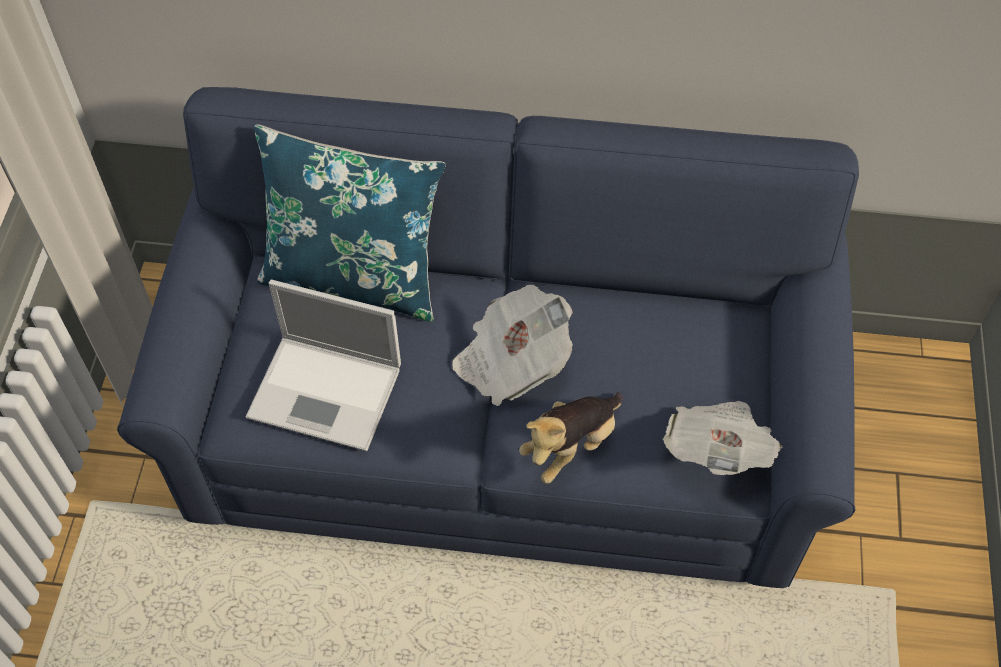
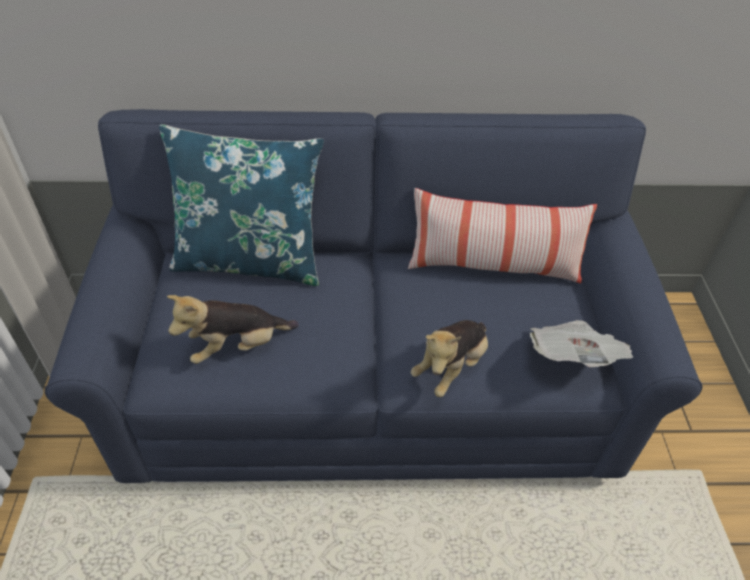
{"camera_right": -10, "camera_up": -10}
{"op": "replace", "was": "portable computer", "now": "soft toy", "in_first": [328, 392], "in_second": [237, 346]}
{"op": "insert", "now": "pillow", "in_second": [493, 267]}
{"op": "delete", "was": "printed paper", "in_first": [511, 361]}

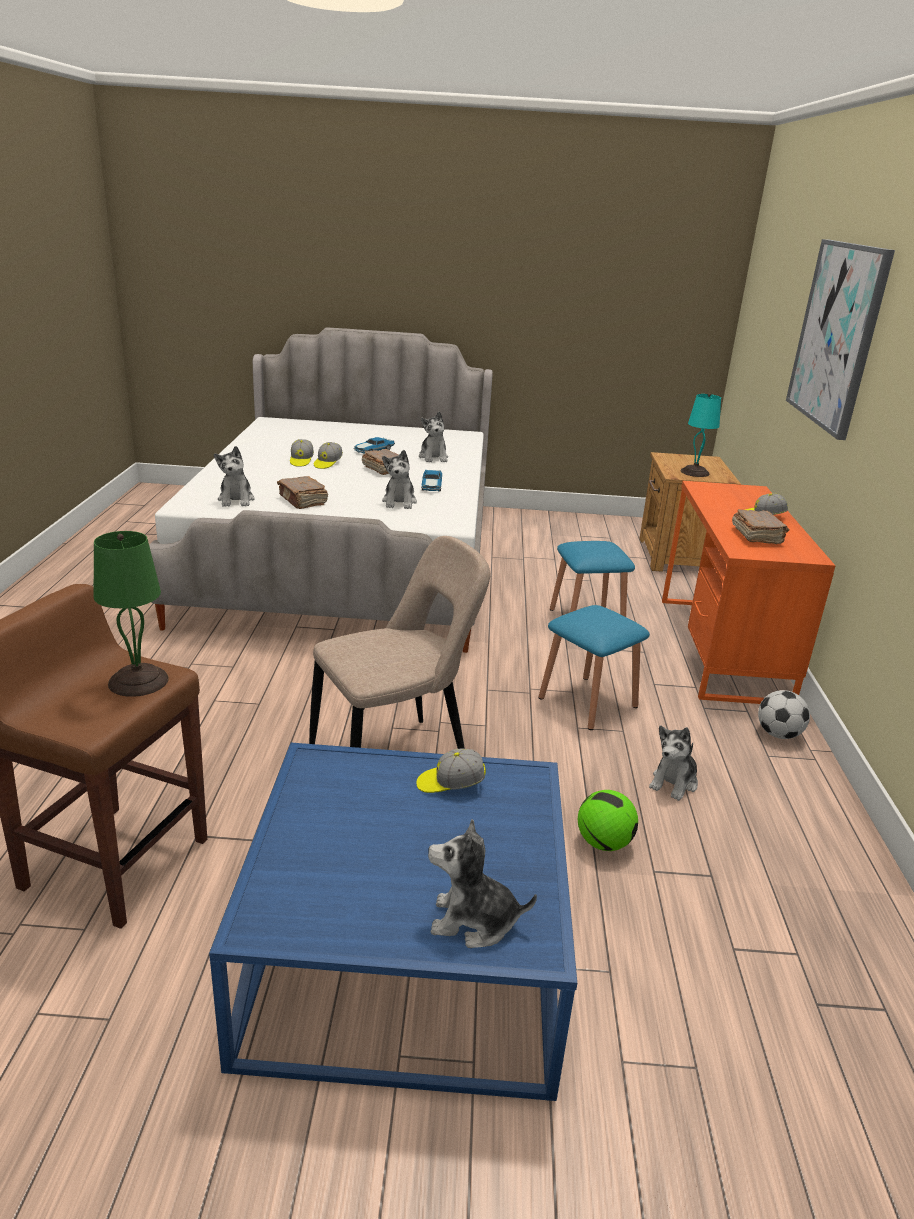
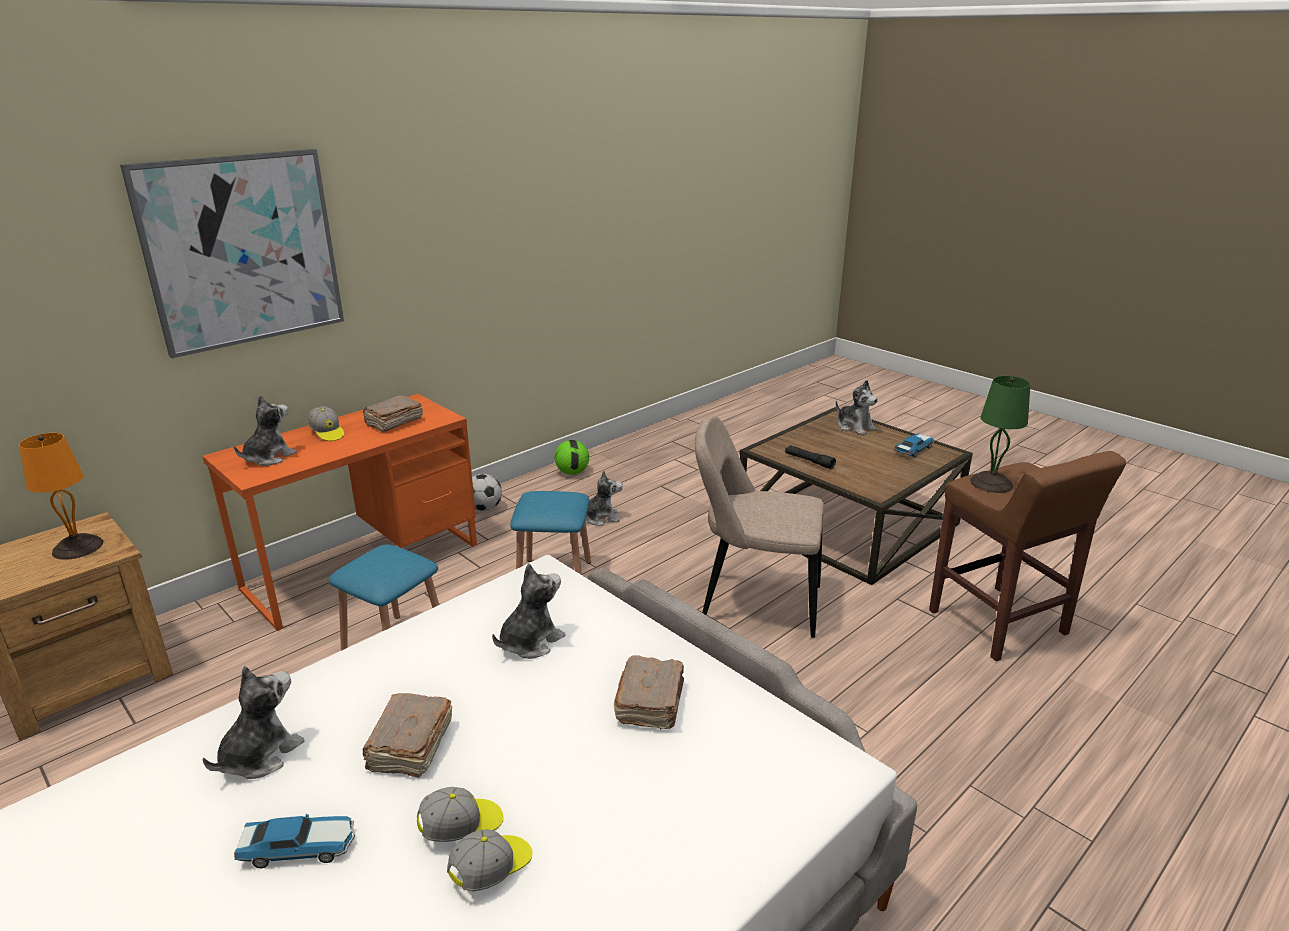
{"camera_right": -135, "camera_up": 0}
{"op": "recolor", "was": "turquoise table lamp", "now": "orange table lamp", "in_first": [695, 472], "in_second": [78, 547]}
{"op": "move", "was": "soft toy", "in_first": [236, 500], "in_second": [268, 457]}
{"op": "move", "was": "ball for football", "in_first": [603, 843], "in_second": [572, 472]}
{"op": "recolor", "was": "bluish lounge table", "now": "brownish lounge table", "in_first": [407, 953], "in_second": [846, 522]}
{"op": "replace", "was": "cap", "now": "blackish hand torch", "in_first": [450, 784], "in_second": [809, 461]}
{"op": "move", "was": "miniature car", "in_first": [431, 486], "in_second": [914, 449]}

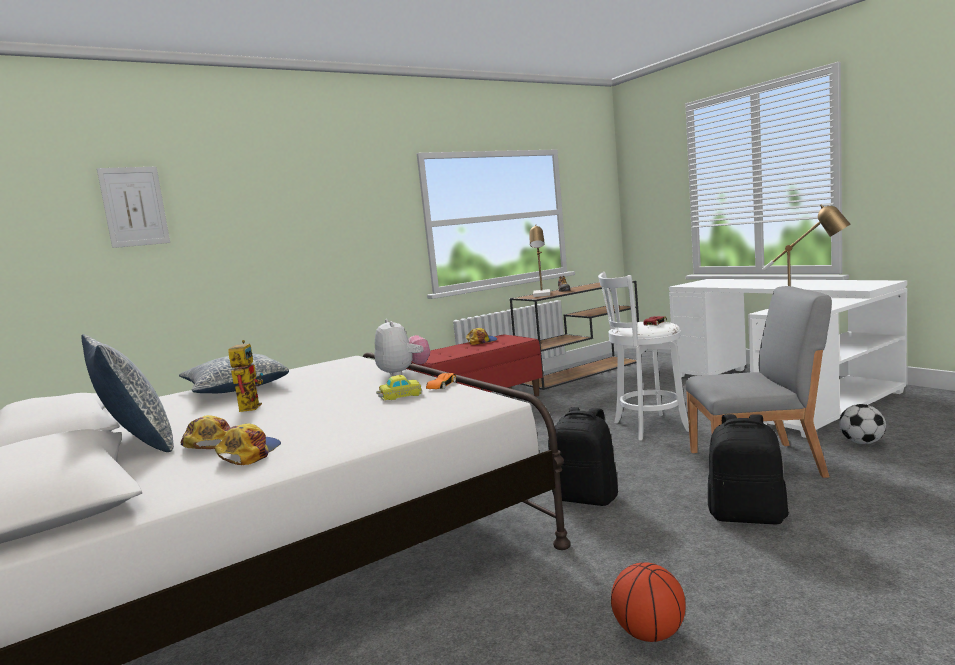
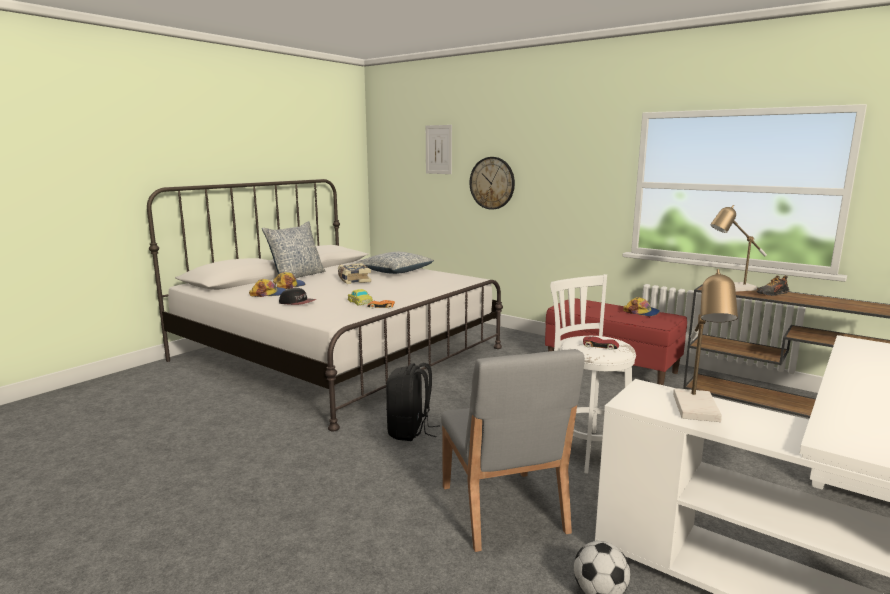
{"camera_right": 70, "camera_up": 5}
{"op": "insert", "now": "cap", "in_second": [297, 303]}
{"op": "replace", "was": "robot figure", "now": "volume", "in_first": [249, 406], "in_second": [353, 280]}
{"op": "insert", "now": "wall clock", "in_second": [492, 183]}
{"op": "delete", "was": "soft toy", "in_first": [403, 373]}
{"op": "delete", "was": "ball for basketball", "in_first": [650, 634]}
{"op": "delete", "was": "blackish knapsack", "in_first": [747, 516]}

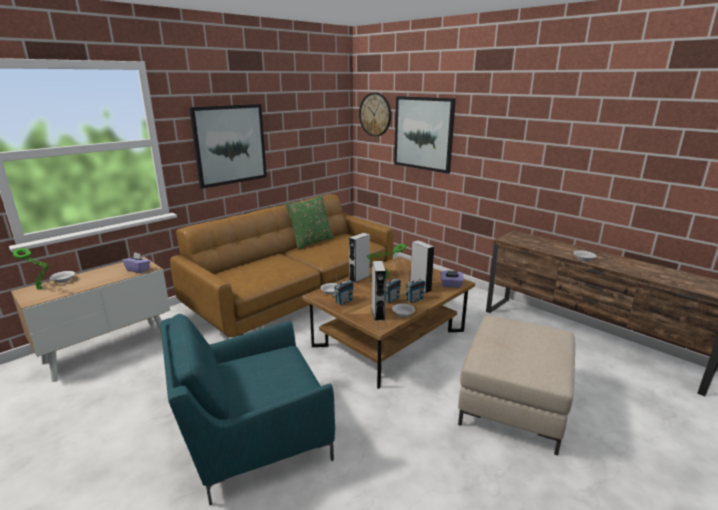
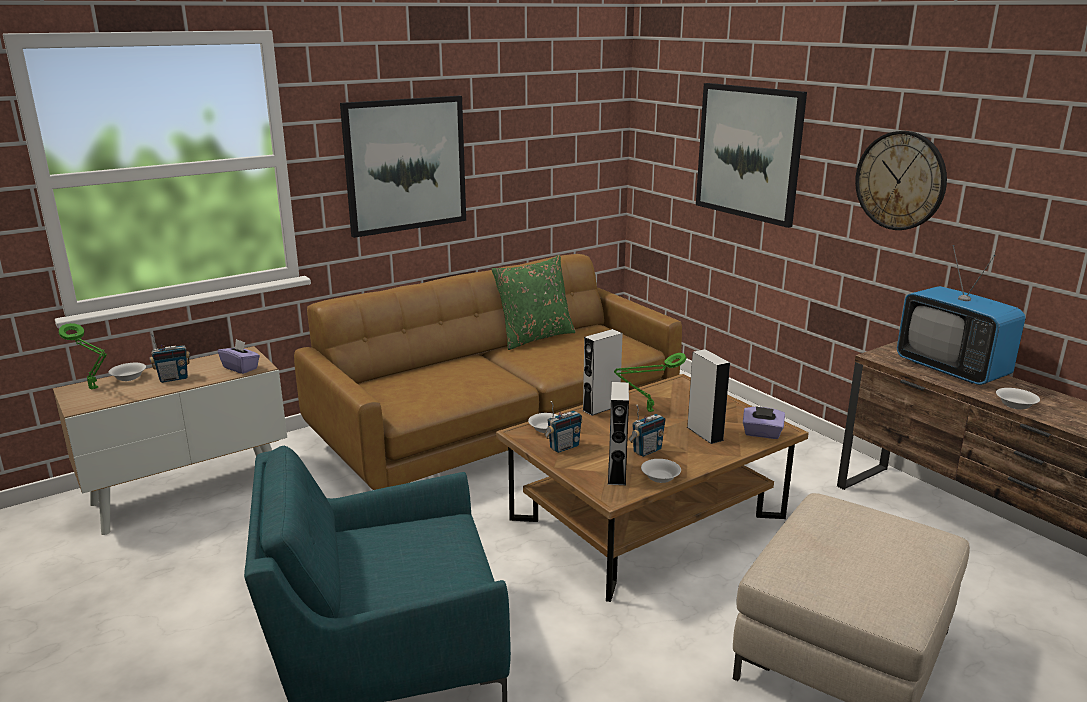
{"camera_right": 10, "camera_up": 0}
{"op": "move", "was": "radio receiver", "in_first": [414, 299], "in_second": [173, 378]}
{"op": "move", "was": "wall clock", "in_first": [375, 114], "in_second": [900, 180]}
{"op": "insert", "now": "TV", "in_second": [951, 370]}

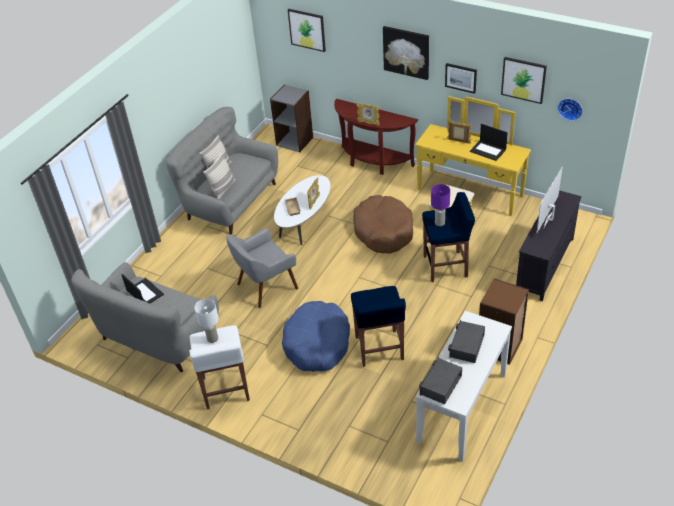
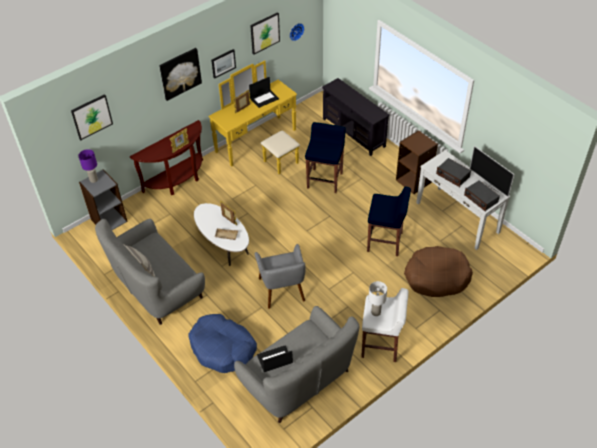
{"camera_right": -70, "camera_up": 5}
{"op": "move", "was": "purple-coloured table lamp", "in_first": [439, 222], "in_second": [93, 180]}
{"op": "move", "was": "bluish dog bed", "in_first": [317, 344], "in_second": [223, 348]}
{"op": "move", "was": "brownish dog bed", "in_first": [383, 231], "in_second": [436, 277]}
{"op": "move", "was": "TV", "in_first": [549, 219], "in_second": [489, 184]}
{"op": "delete", "was": "pillow", "in_first": [223, 189]}

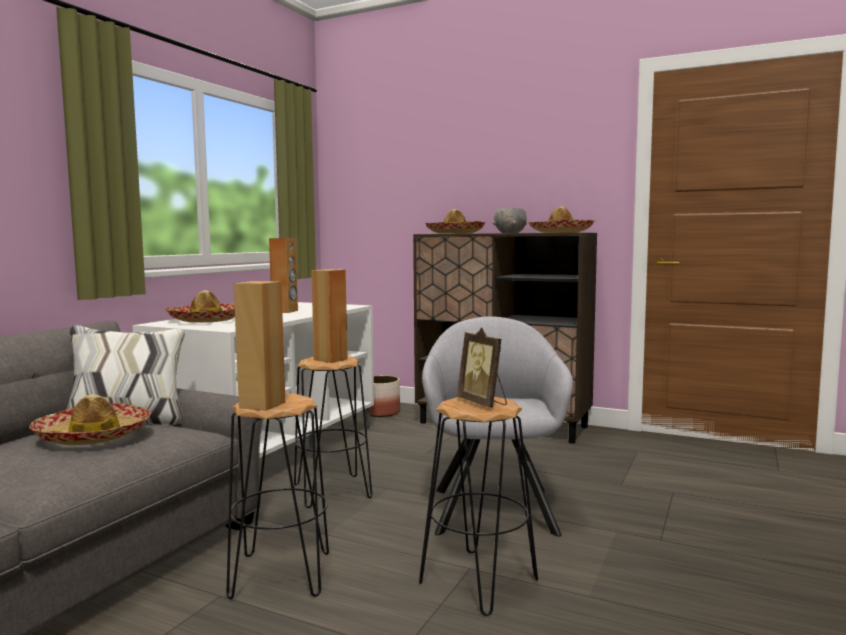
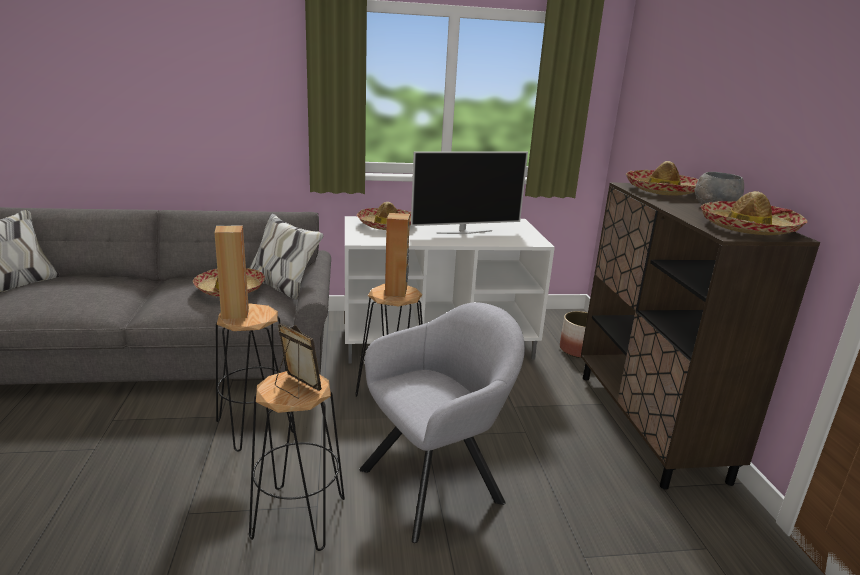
{"camera_right": 55, "camera_up": 15}
{"op": "rotate", "was": "standing frame", "in_first": [483, 403], "in_second": [296, 387], "clockwise": 105}
{"op": "replace", "was": "brownish audio speaker", "now": "TV", "in_first": [285, 311], "in_second": [464, 232]}

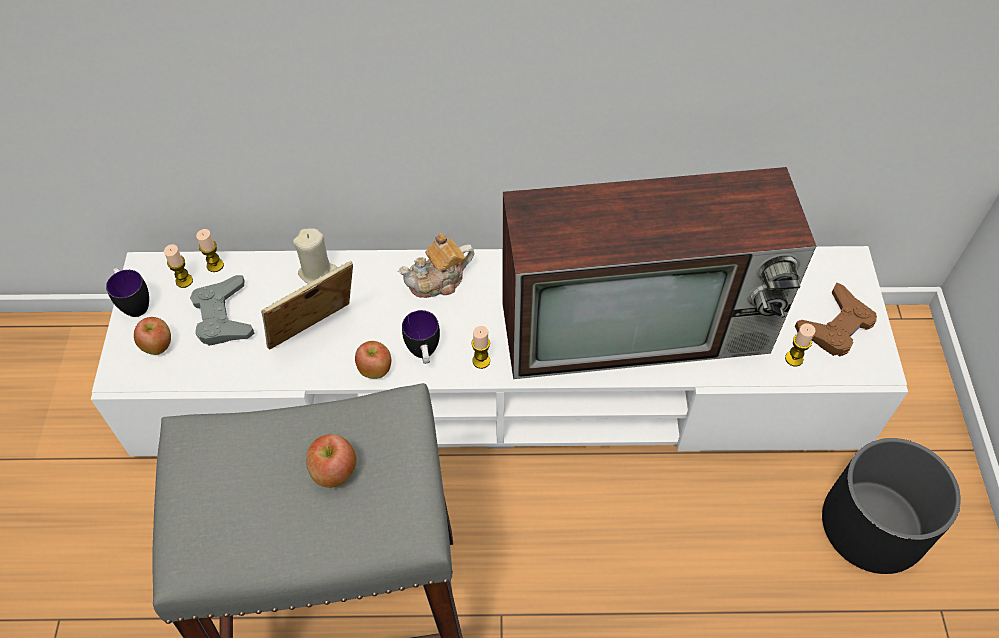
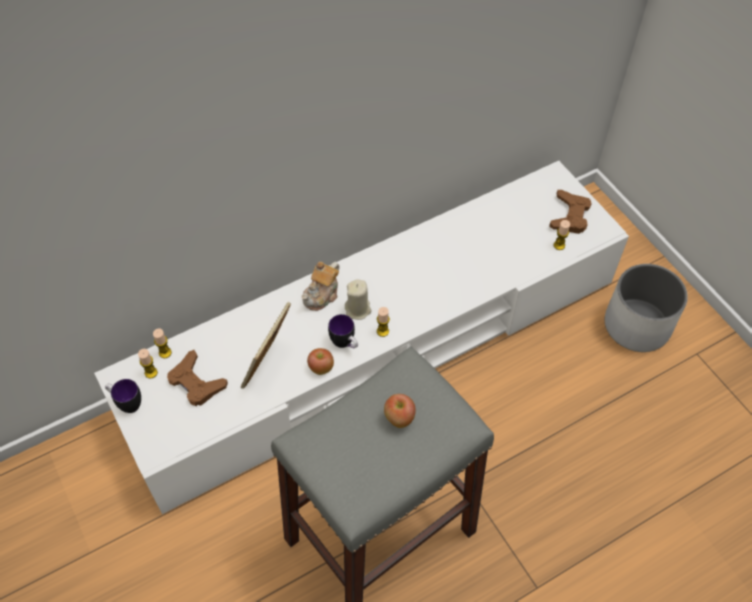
{"camera_right": -30, "camera_up": 0}
{"op": "recolor", "was": "greyish game controller", "now": "brownish game controller", "in_first": [223, 316], "in_second": [196, 382]}
{"op": "move", "was": "sand-coloured wax candle", "in_first": [318, 272], "in_second": [358, 309]}
{"op": "recolor", "was": "blackish planter", "now": "whitish planter", "in_first": [873, 527], "in_second": [637, 326]}
{"op": "delete", "was": "apple", "in_first": [158, 345]}
{"op": "delete", "was": "TV", "in_first": [639, 325]}

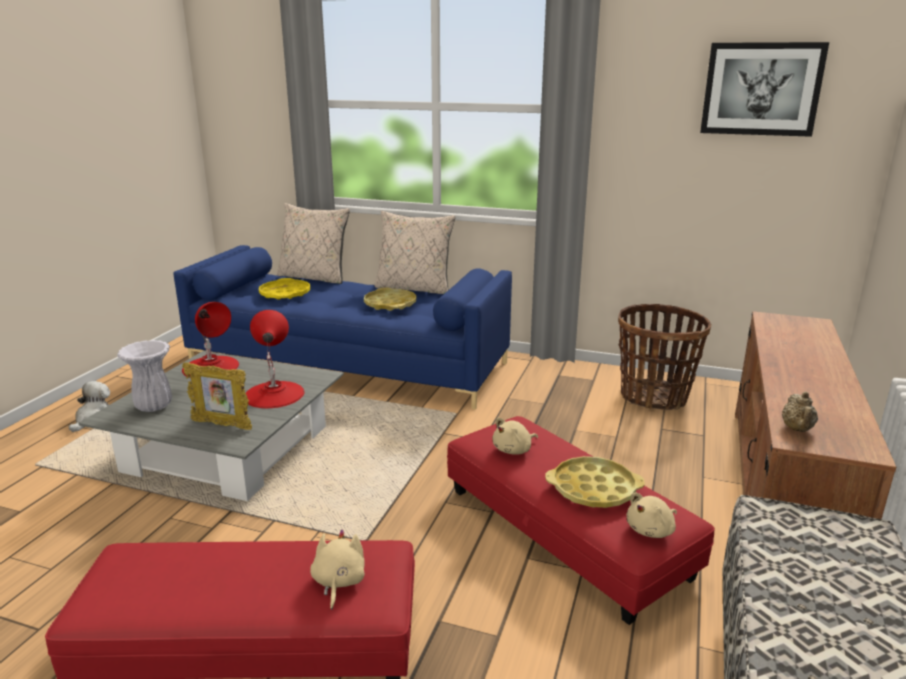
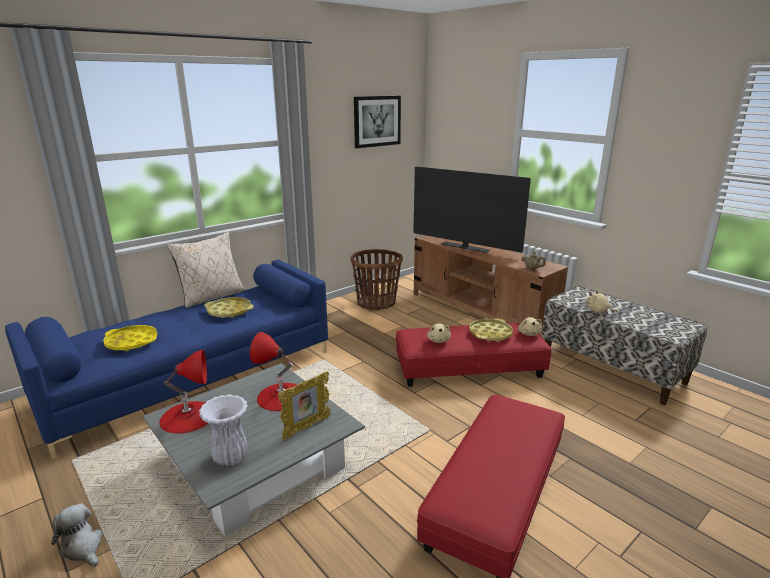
{"camera_right": -60, "camera_up": 0}
{"op": "insert", "now": "TV", "in_second": [465, 247]}
{"op": "move", "was": "sand-coloured soft toy", "in_first": [338, 582], "in_second": [598, 311]}
{"op": "delete", "was": "sand-coloured pillow", "in_first": [314, 277]}

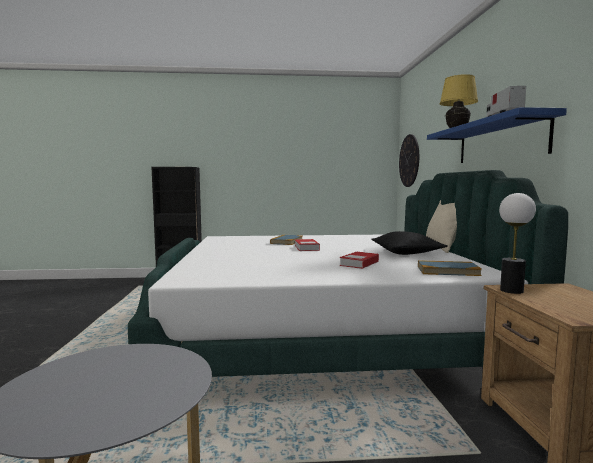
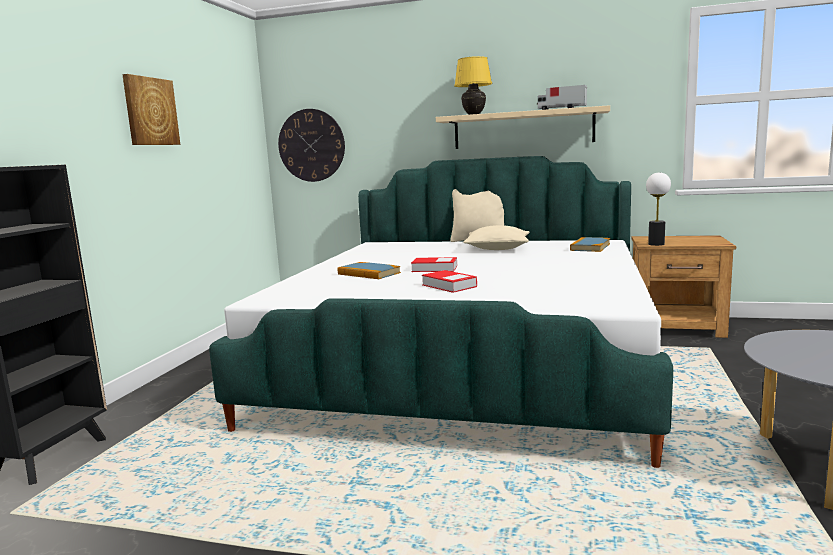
{"camera_right": -70, "camera_up": 5}
{"op": "insert", "now": "wall picture", "in_second": [150, 111]}
{"op": "move", "was": "volume", "in_first": [359, 263], "in_second": [449, 286]}
{"op": "recolor", "was": "bluish shelf", "now": "sand-coloured shelf", "in_first": [499, 142], "in_second": [523, 129]}
{"op": "recolor", "was": "blackish pillow", "now": "sand-coloured pillow", "in_first": [406, 253], "in_second": [497, 248]}

